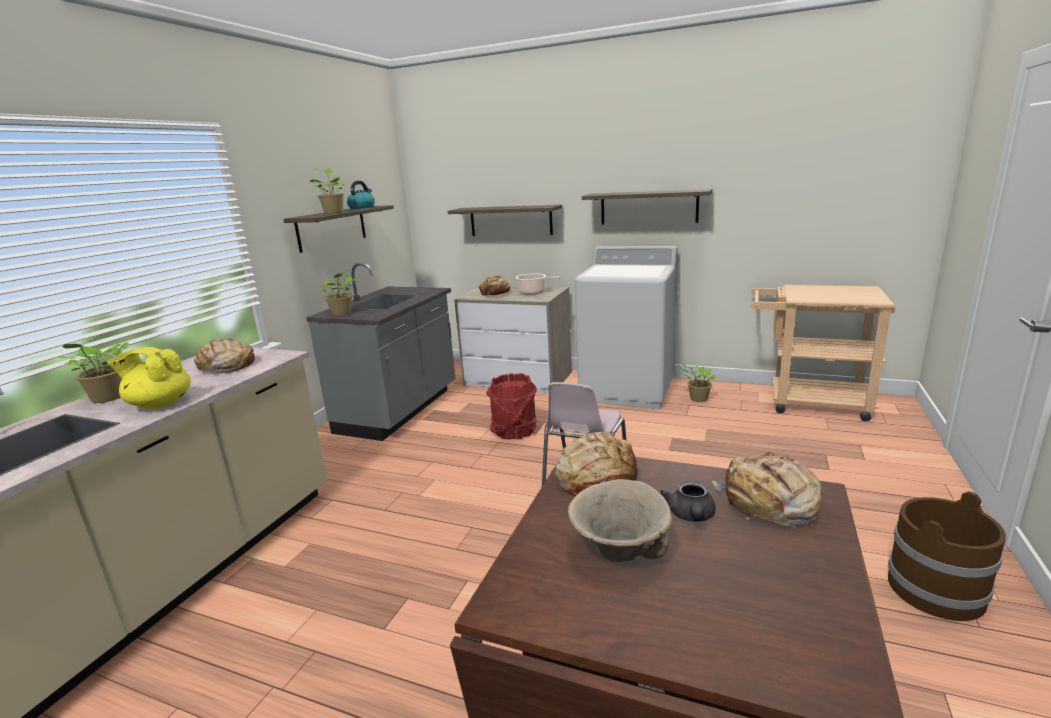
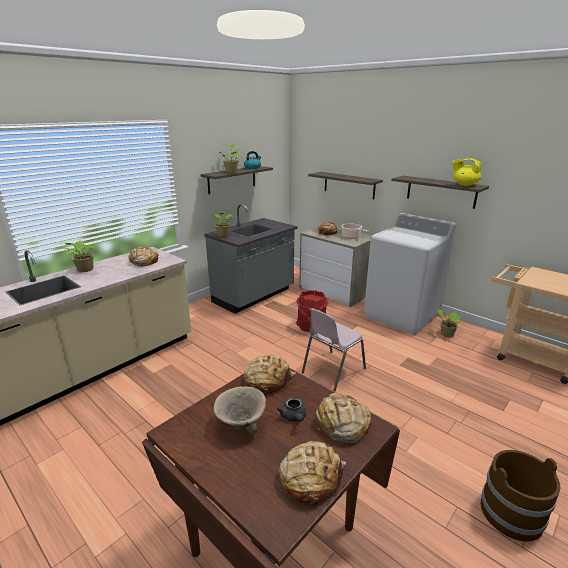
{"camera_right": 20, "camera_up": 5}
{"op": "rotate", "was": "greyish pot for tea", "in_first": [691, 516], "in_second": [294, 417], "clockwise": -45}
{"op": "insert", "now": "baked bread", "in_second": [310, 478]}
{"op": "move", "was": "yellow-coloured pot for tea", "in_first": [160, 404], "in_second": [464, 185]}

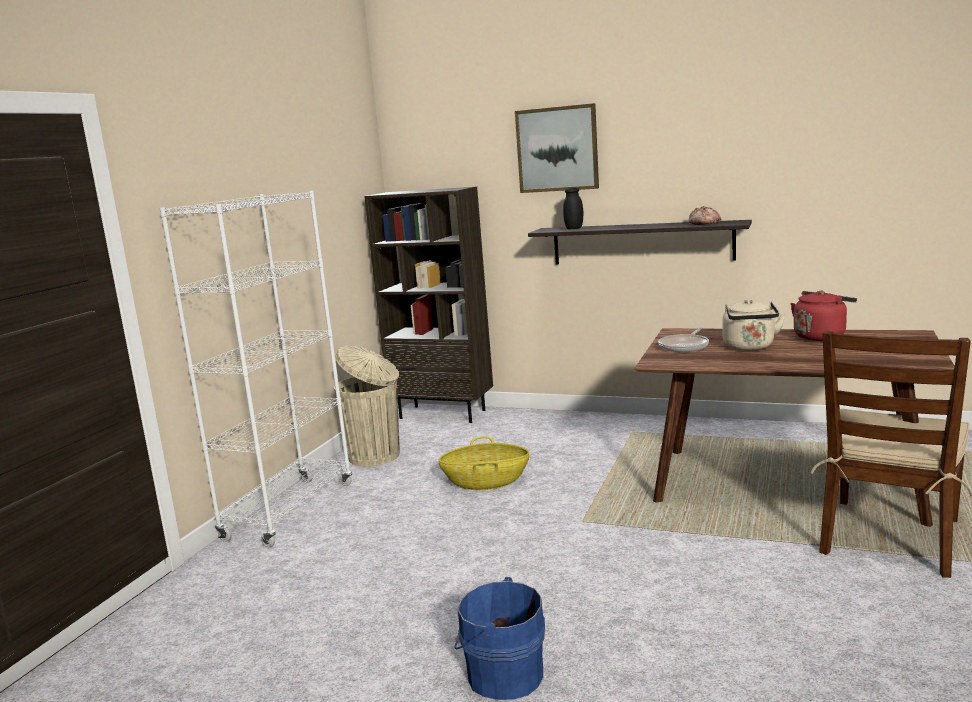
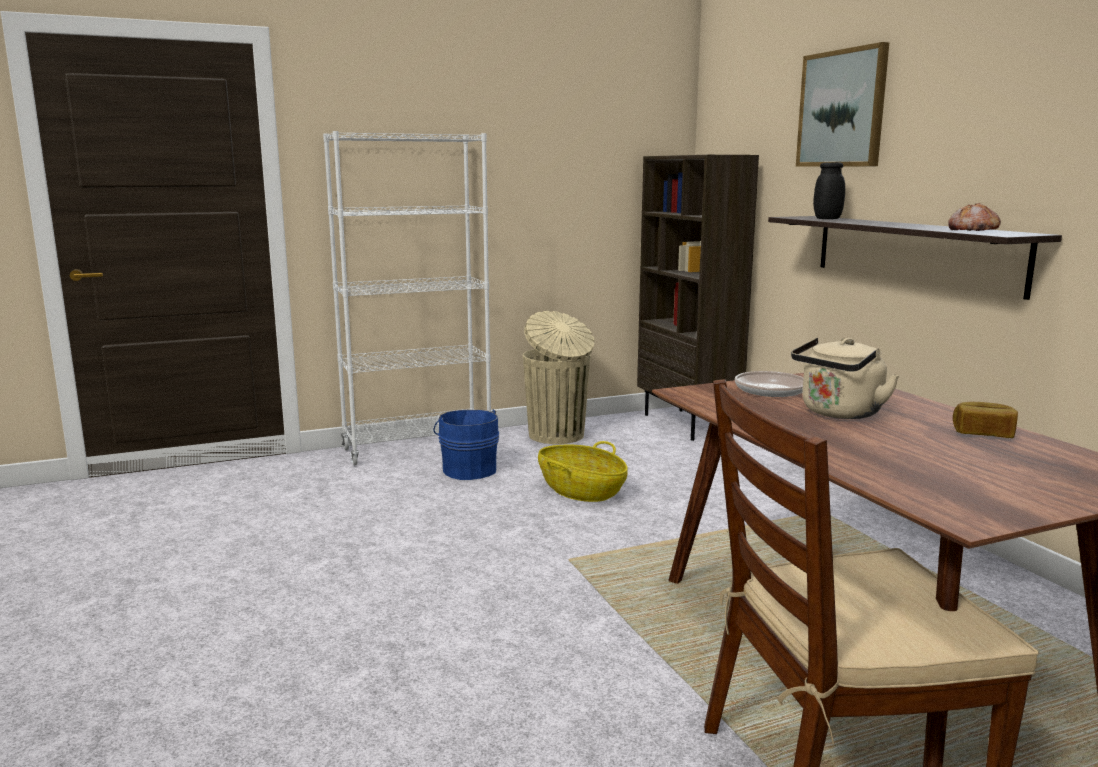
{"camera_right": 45, "camera_up": 0}
{"op": "move", "was": "bluish pail", "in_first": [502, 674], "in_second": [468, 469]}
{"op": "replace", "was": "red-coloured tea kettle", "now": "baked bread", "in_first": [821, 336], "in_second": [983, 434]}

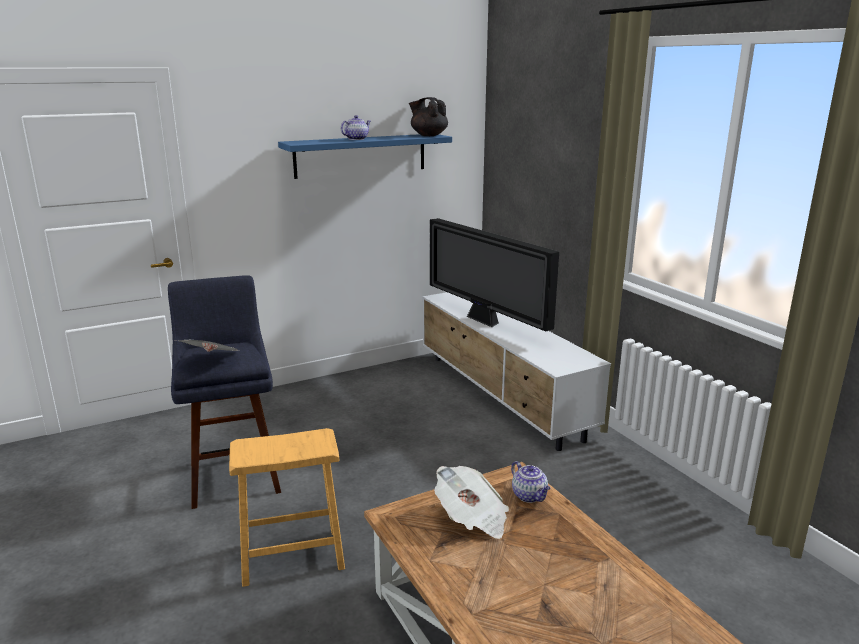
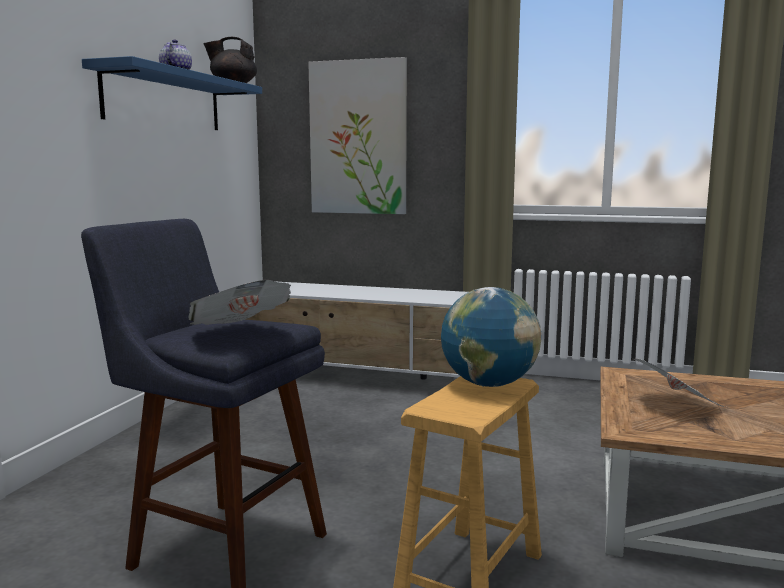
{"camera_right": -45, "camera_up": -10}
{"op": "insert", "now": "wall picture", "in_second": [358, 138]}
{"op": "insert", "now": "world globe", "in_second": [489, 384]}
{"op": "delete", "was": "TV", "in_first": [484, 321]}
{"op": "delete", "was": "pot for tea", "in_first": [530, 496]}

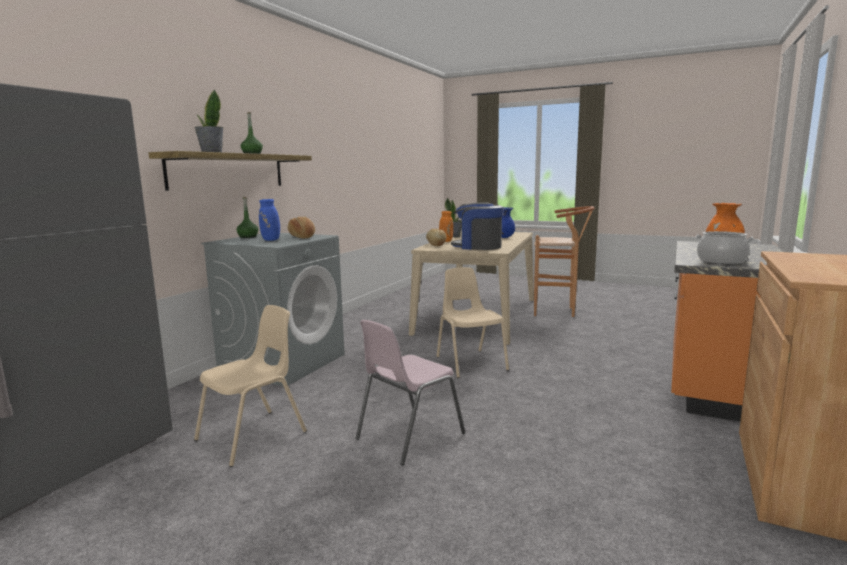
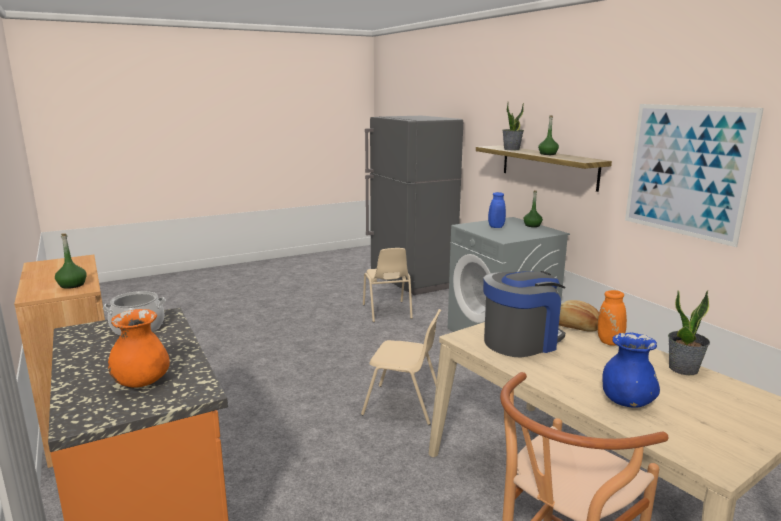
{"camera_right": 125, "camera_up": 5}
{"op": "insert", "now": "greenish bottle", "in_second": [72, 285]}
{"op": "insert", "now": "wall picture", "in_second": [686, 171]}
{"op": "delete", "was": "baked bread", "in_first": [302, 237]}
{"op": "delete", "was": "pinkish chair", "in_first": [408, 436]}

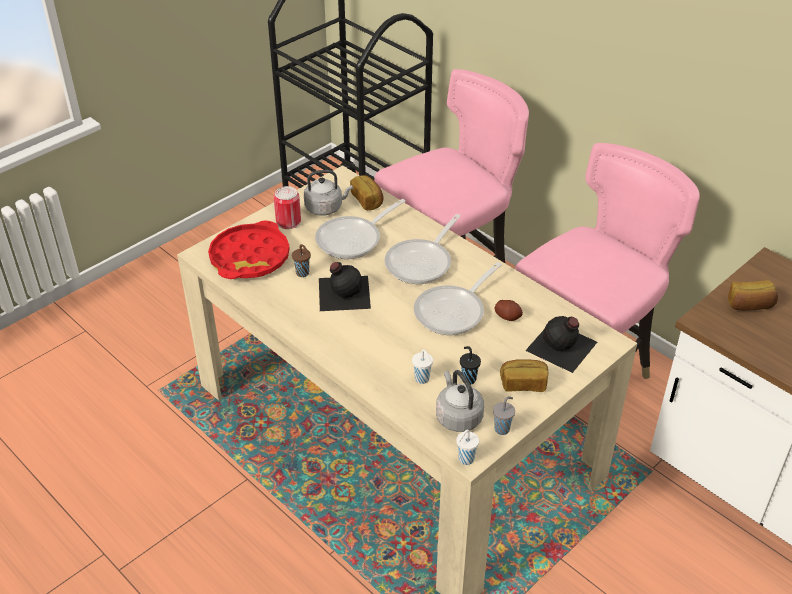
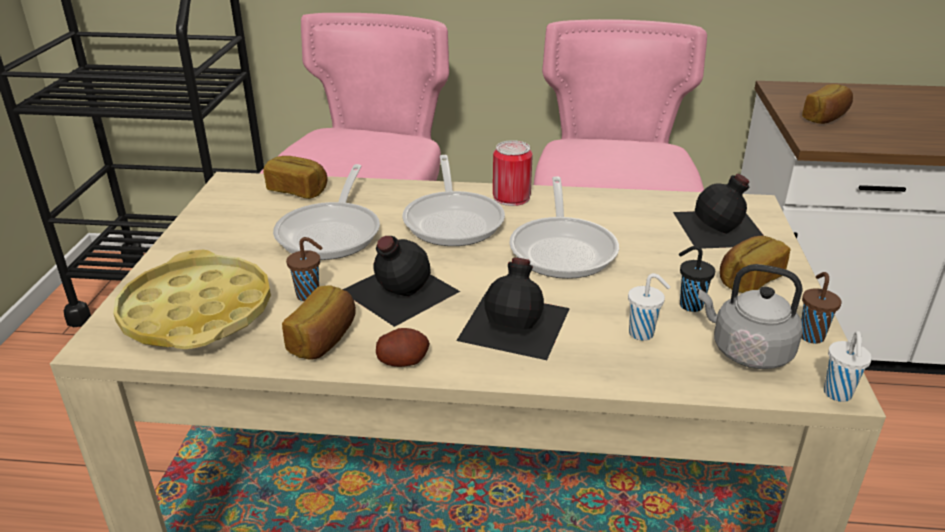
{"camera_right": -40, "camera_up": -10}
{"op": "recolor", "was": "red-coloured tray", "now": "yellow-coloured tray", "in_first": [250, 257], "in_second": [197, 312]}
{"op": "insert", "now": "baked bread", "in_second": [324, 339]}
{"op": "move", "was": "potato", "in_first": [508, 316], "in_second": [403, 361]}
{"op": "insert", "now": "blackish bottle", "in_second": [516, 323]}
{"op": "move", "was": "metal can", "in_first": [288, 221], "in_second": [511, 197]}
{"op": "recolor", "was": "greyish drinking cup", "now": "brownish drinking cup", "in_first": [502, 429], "in_second": [810, 335]}
{"op": "delete", "was": "greyish tea kettle", "in_first": [326, 208]}

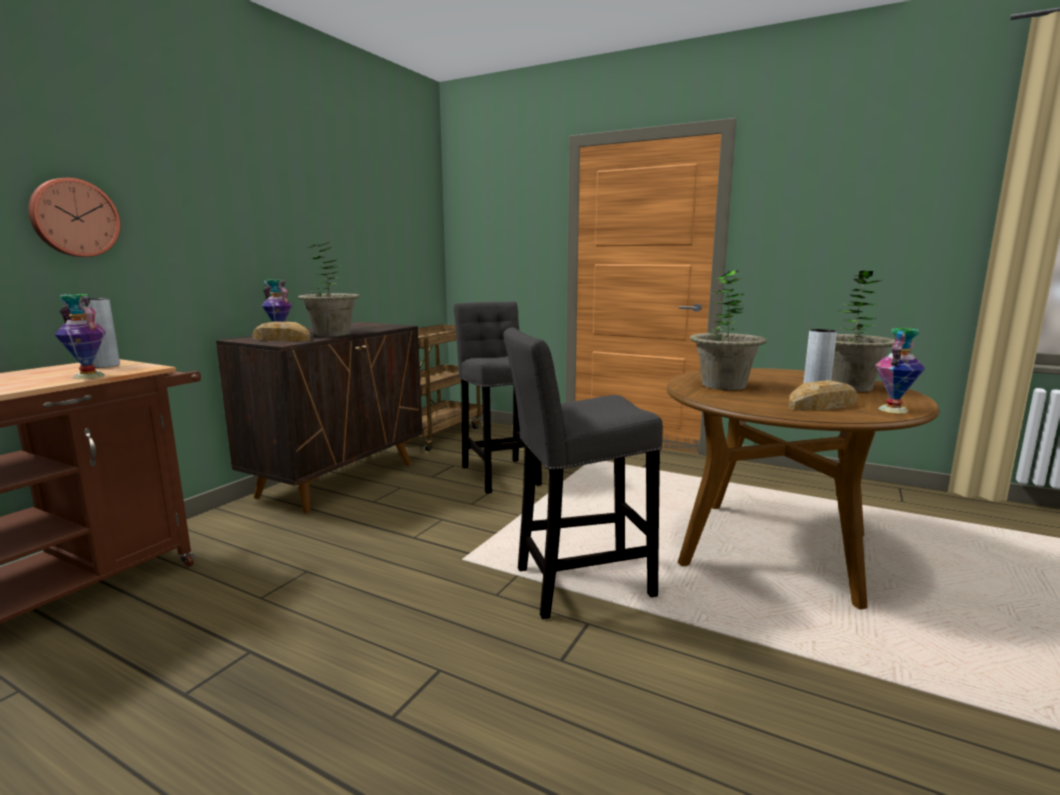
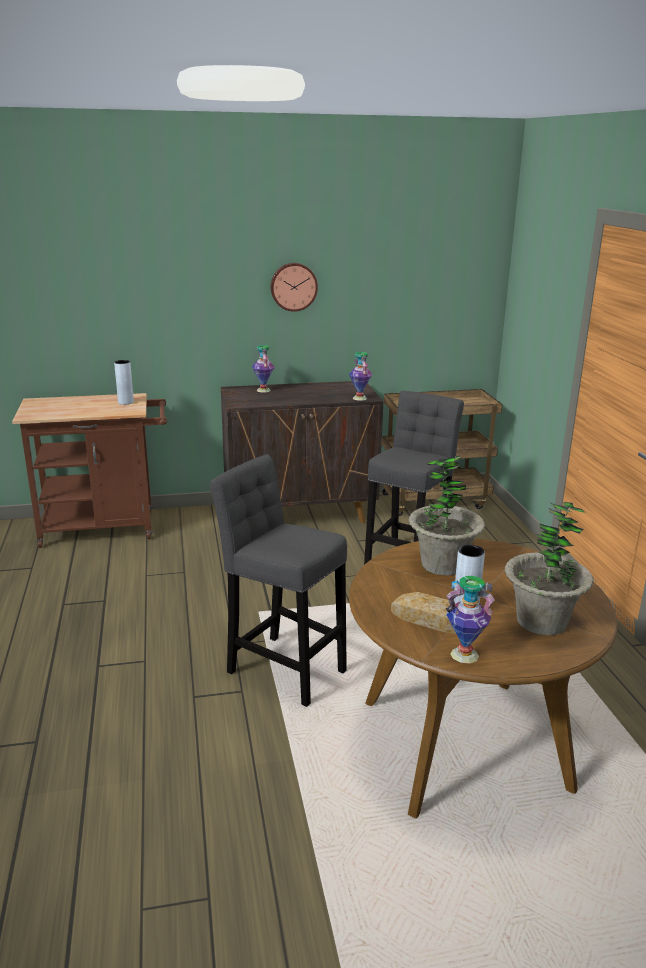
{"camera_right": 50, "camera_up": 10}
{"op": "move", "was": "wall clock", "in_first": [74, 218], "in_second": [293, 286]}
{"op": "move", "was": "vase", "in_first": [88, 376], "in_second": [359, 398]}
{"op": "delete", "was": "baked bread", "in_first": [281, 339]}
{"op": "delete", "was": "potted plant", "in_first": [332, 334]}

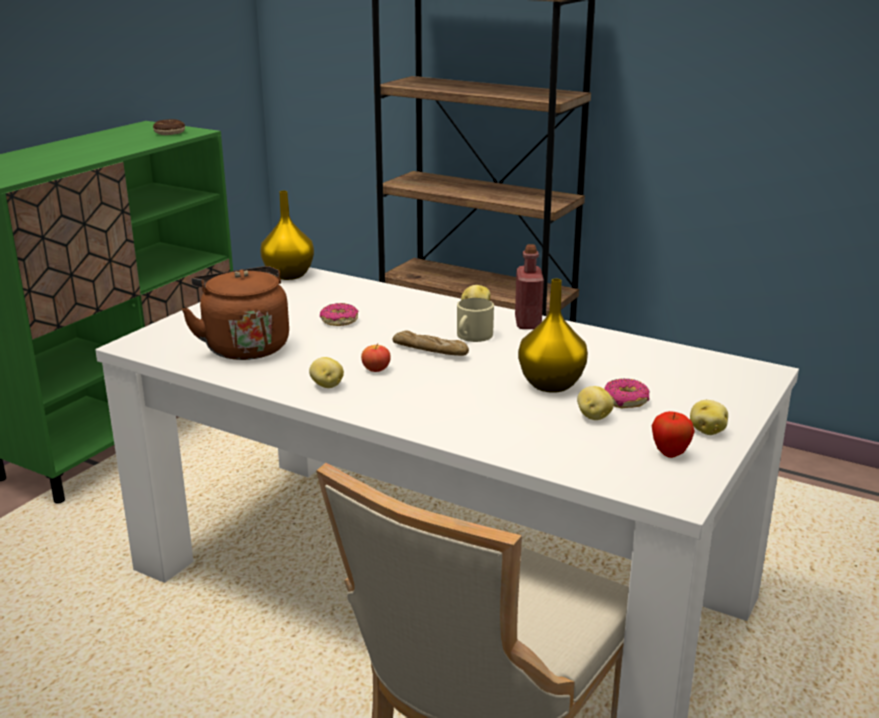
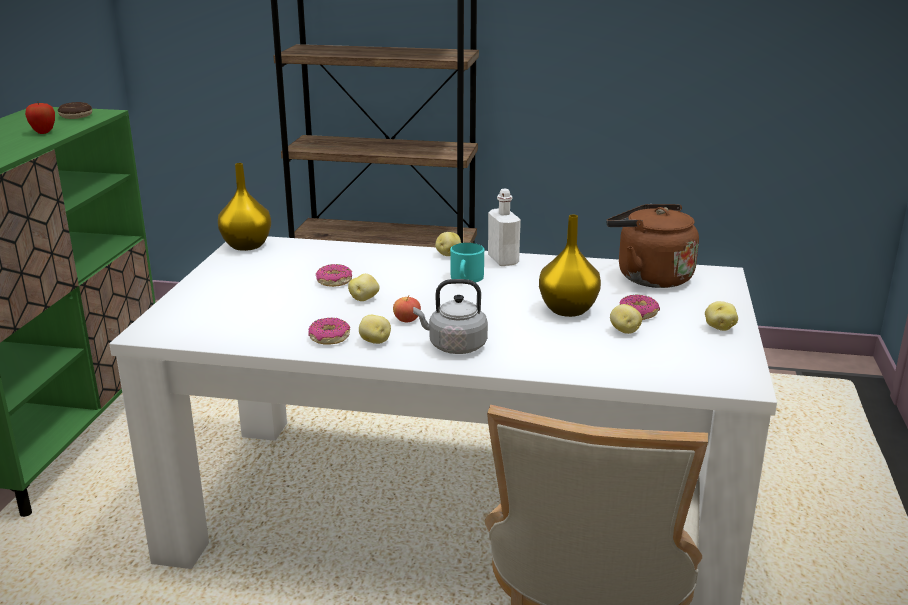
{"camera_right": -20, "camera_up": 0}
{"op": "move", "was": "apple", "in_first": [670, 454], "in_second": [43, 132]}
{"op": "insert", "now": "donut", "in_second": [329, 338]}
{"op": "insert", "now": "potato", "in_second": [364, 299]}
{"op": "insert", "now": "greyish tea kettle", "in_second": [454, 346]}
{"op": "recolor", "was": "sand-coloured coffee mug", "now": "turquoise coffee mug", "in_first": [472, 336], "in_second": [466, 278]}
{"op": "recolor", "was": "red-coloured bottle", "now": "whitish bottle", "in_first": [528, 323], "in_second": [503, 260]}
{"op": "move", "was": "brownish tea kettle", "in_first": [244, 346], "in_second": [649, 277]}
{"op": "delete", "was": "baked bread", "in_first": [430, 351]}

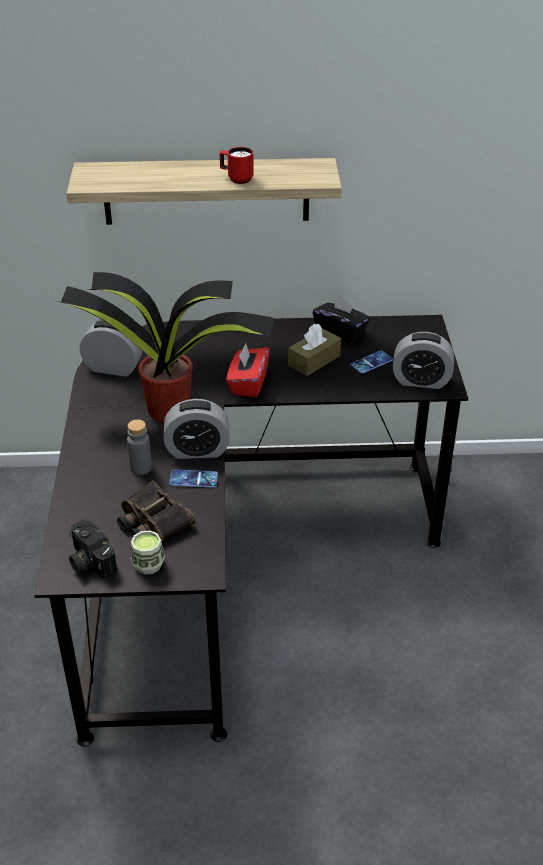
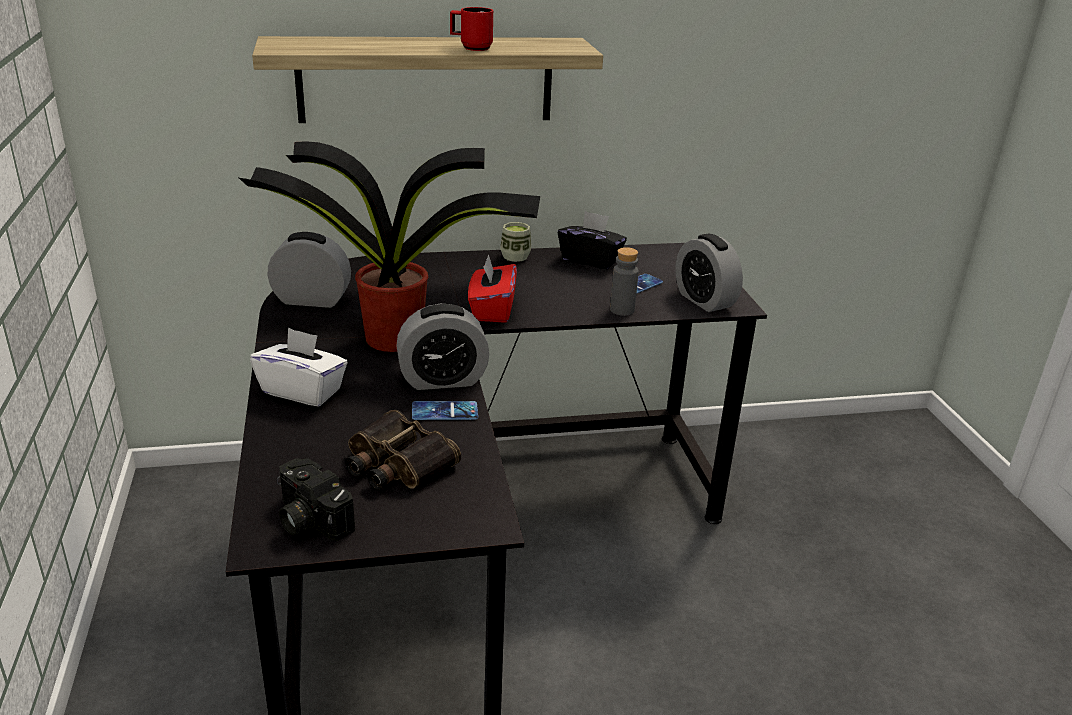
{"camera_right": -10, "camera_up": -10}
{"op": "insert", "now": "whitish box of tissues", "in_second": [302, 391]}
{"op": "move", "was": "drinking cup", "in_first": [148, 565], "in_second": [515, 256]}
{"op": "move", "was": "greyish bottle", "in_first": [141, 468], "in_second": [622, 310]}
{"op": "rotate", "was": "alarm clock", "in_first": [421, 381], "in_second": [704, 300], "clockwise": 60}
{"op": "delete", "was": "brownish box of tissues", "in_first": [314, 360]}

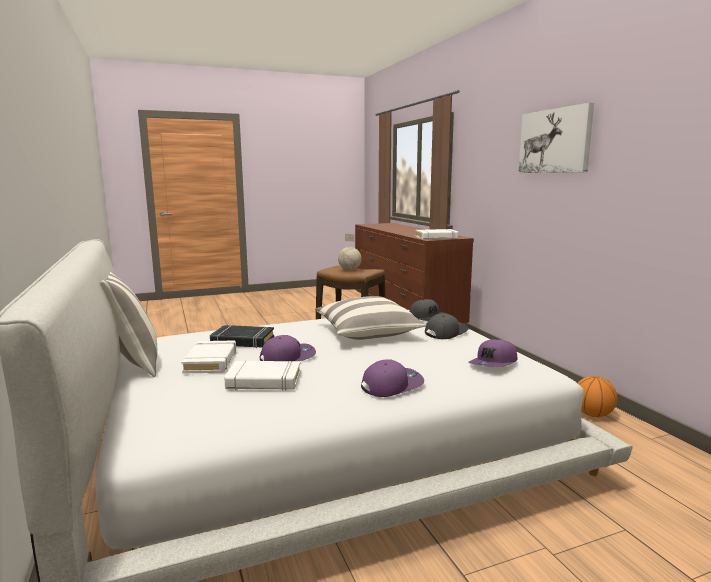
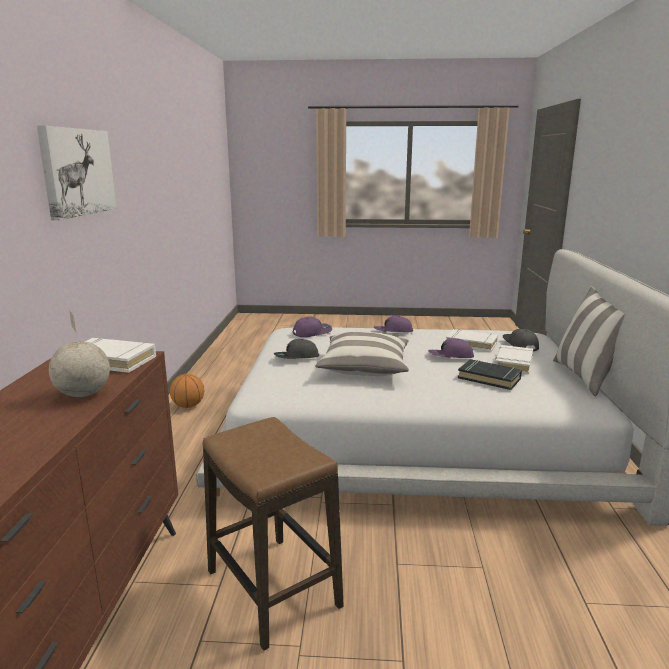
{"camera_right": -155, "camera_up": 5}
{"op": "move", "was": "world globe", "in_first": [349, 270], "in_second": [83, 395]}
{"op": "move", "was": "greyish cap", "in_first": [428, 317], "in_second": [519, 345]}

